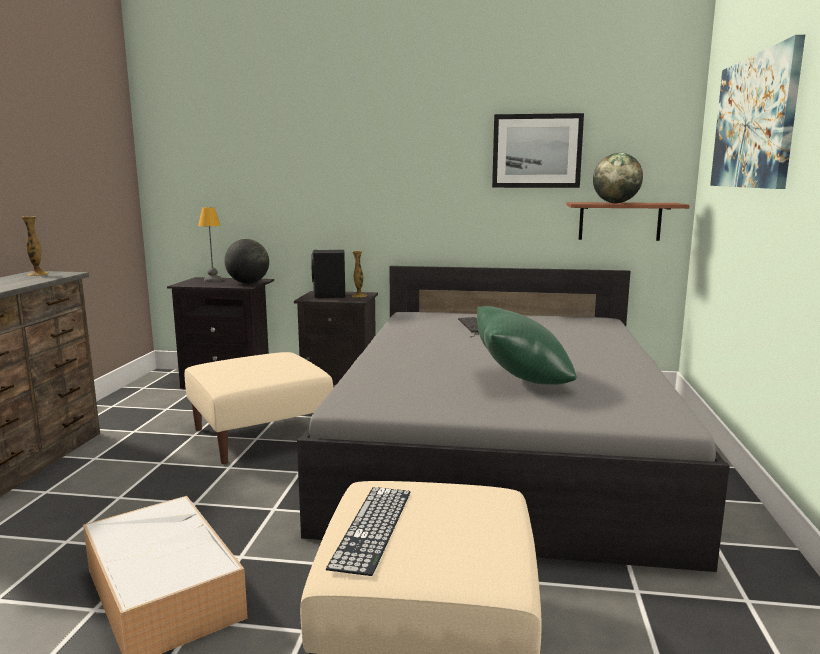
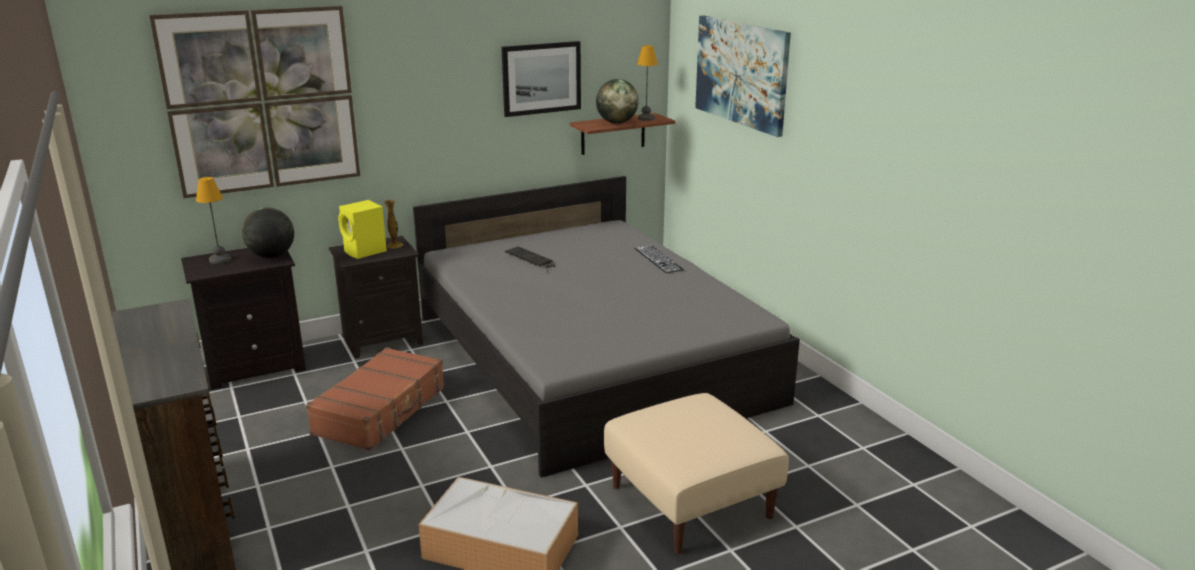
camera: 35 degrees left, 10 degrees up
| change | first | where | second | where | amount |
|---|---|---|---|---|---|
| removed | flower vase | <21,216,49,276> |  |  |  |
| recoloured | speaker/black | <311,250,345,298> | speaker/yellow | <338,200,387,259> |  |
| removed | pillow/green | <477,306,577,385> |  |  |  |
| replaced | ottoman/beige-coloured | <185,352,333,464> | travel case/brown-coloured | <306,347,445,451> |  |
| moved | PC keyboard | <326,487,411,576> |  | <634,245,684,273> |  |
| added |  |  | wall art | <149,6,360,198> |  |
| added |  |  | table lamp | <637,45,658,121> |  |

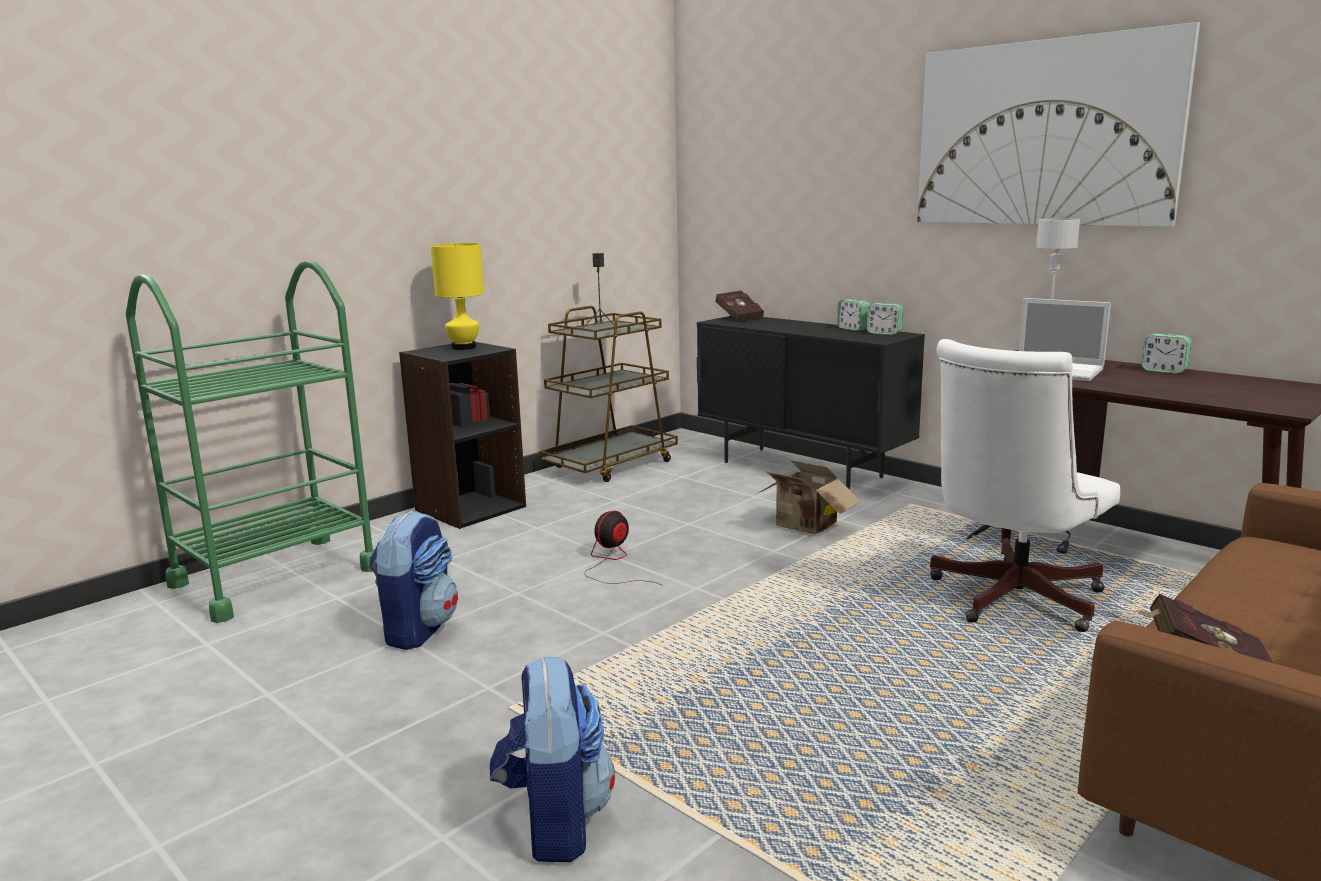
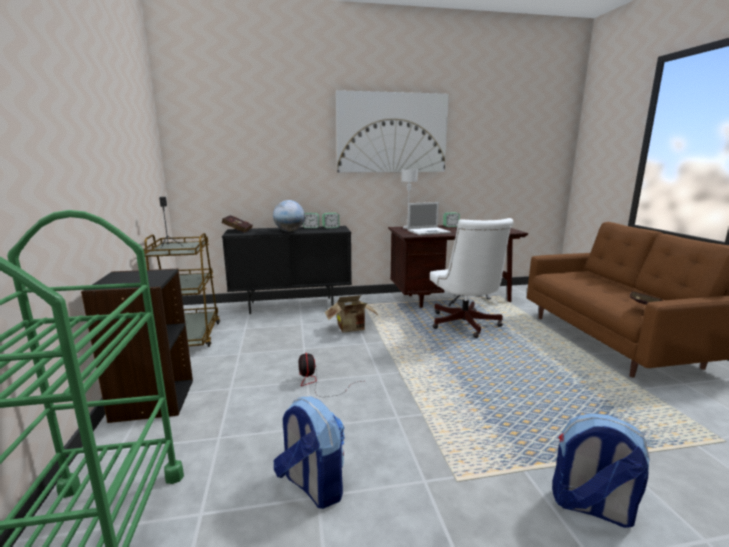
camera: 55 degrees left, 0 degrees up
| change | first | where | second | where | amount |
|---|---|---|---|---|---|
| removed | table lamp/yellow | <431,243,484,350> |  |  |  |
| added |  |  | globe | <273,200,305,232> |  |

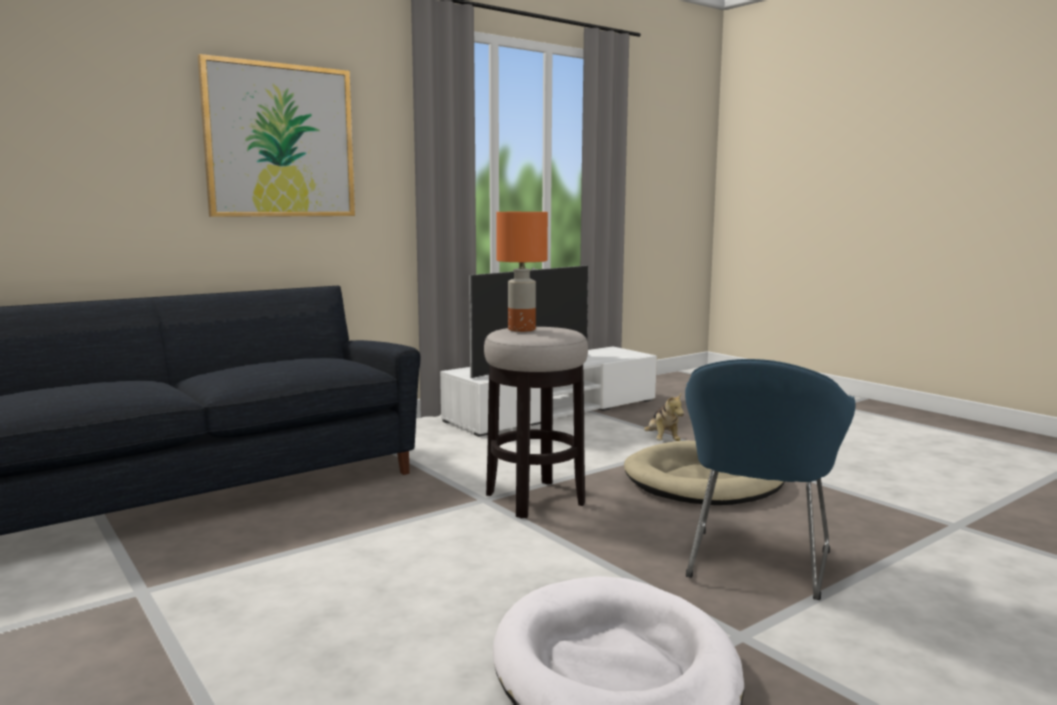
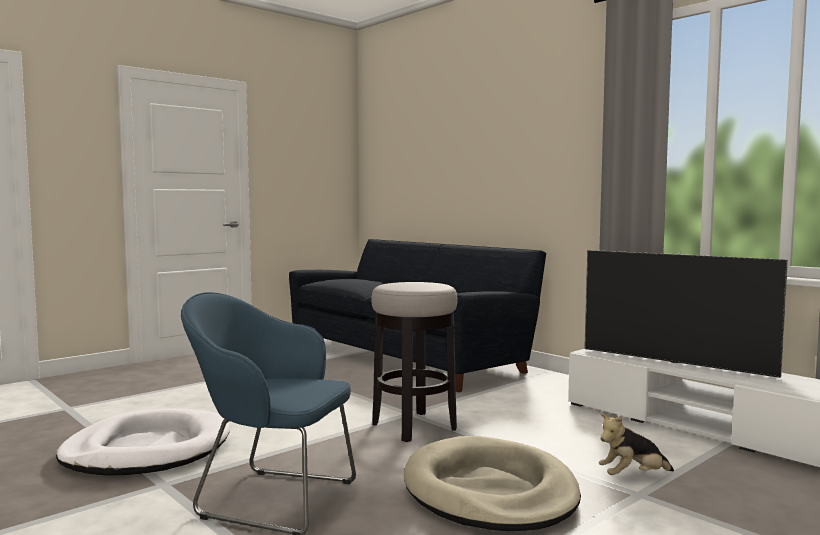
camera: 85 degrees right, 5 degrees down
| change | first | where | second | where | amount |
|---|---|---|---|---|---|
| removed | wall art | <198,54,355,217> |  |  |  |
| removed | table lamp/orange-coloured | <496,212,548,332> |  |  |  |

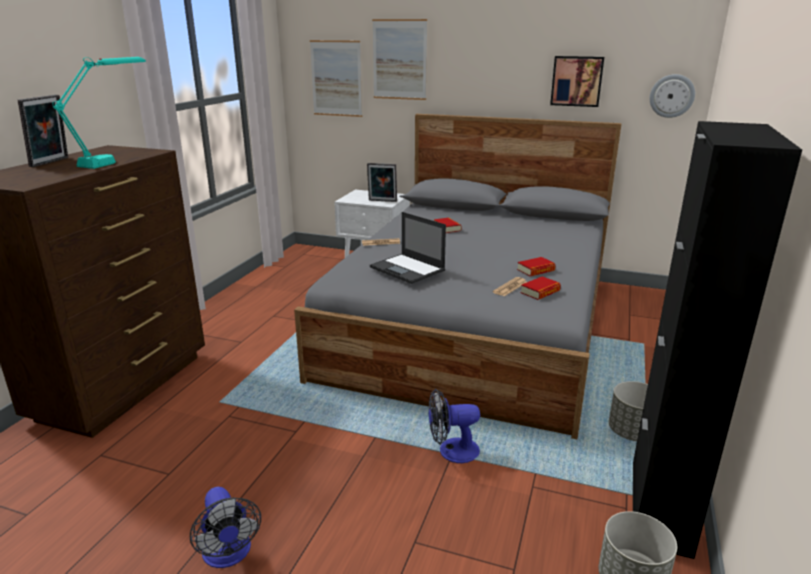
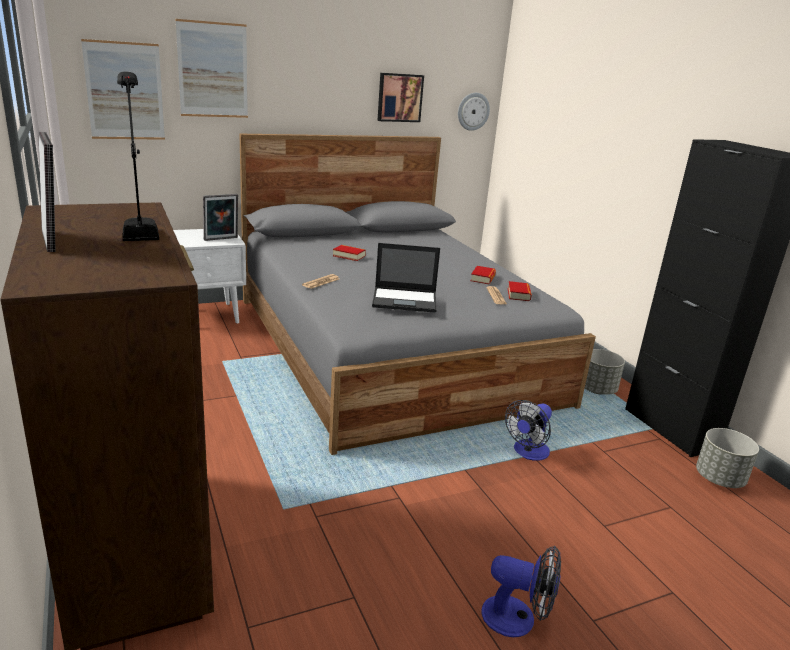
camera: 45 degrees left, 0 degrees up
| change | first | where | second | where | amount |
|---|---|---|---|---|---|
| recoloured | table lamp/turquoise-coloured | <53,57,146,169> | table lamp/black | <117,72,159,241> |  |

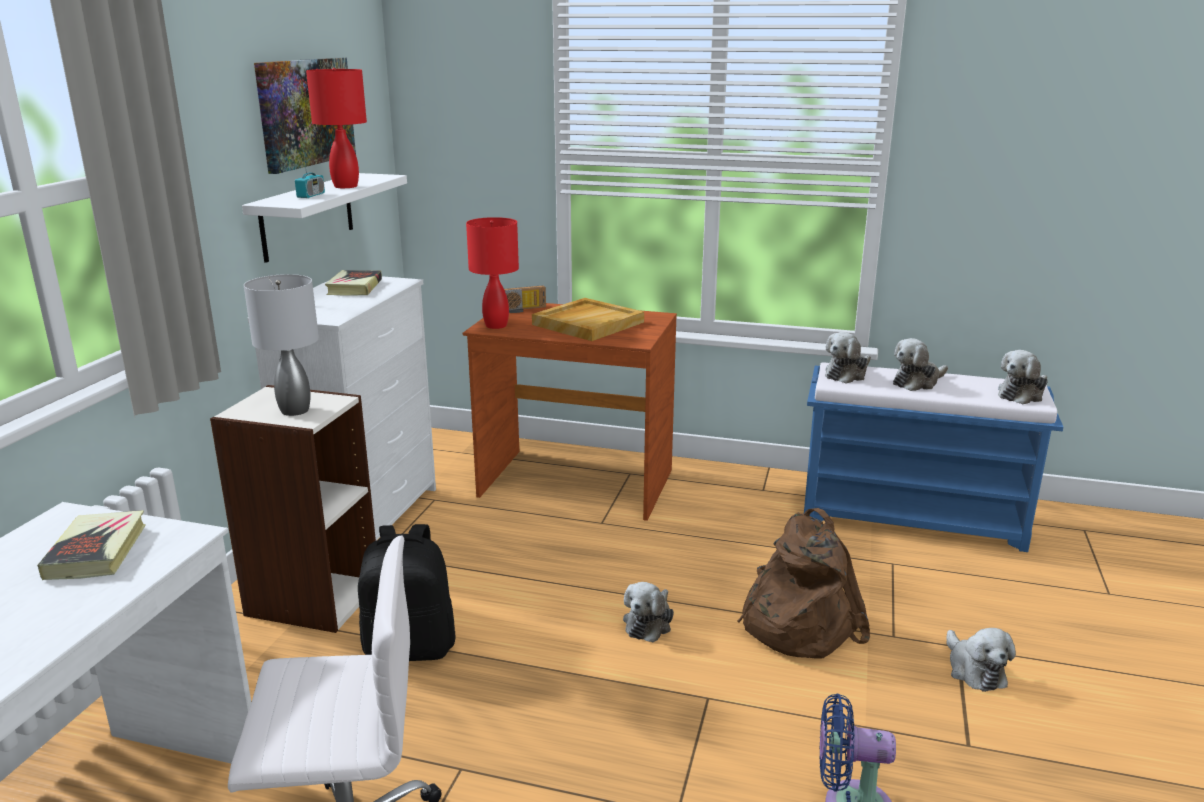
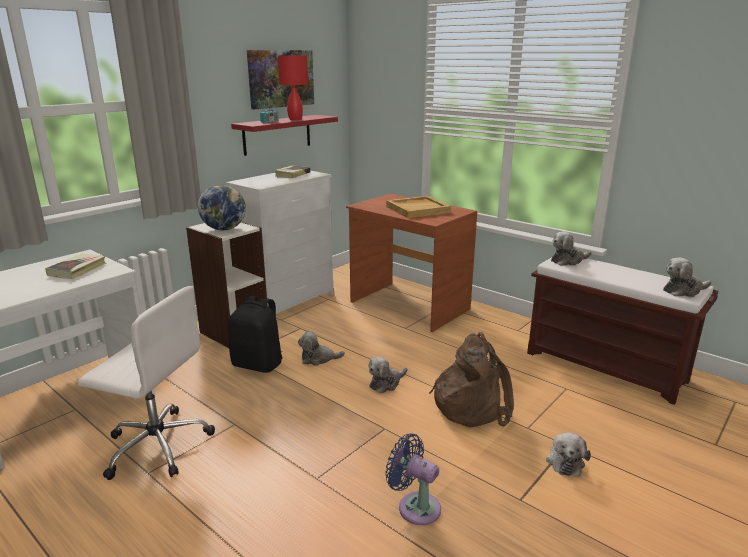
camera: 25 degrees right, 0 degrees up
| change | first | where | second | where | amount |
|---|---|---|---|---|---|
| recoloured | bracket shelf/white | <242,173,407,263> | bracket shelf/red-coloured | <231,115,338,156> |  |
| removed | table lamp/red-coloured | <466,217,519,329> |  |  |  |
| replaced | table lamp/greyish | <244,274,319,416> | globe | <198,184,246,230> |  |
| removed | radio | <504,285,546,313> |  |  |  |
| moved | soft toy | <893,338,948,391> |  | <298,331,345,366> |  |
| recoloured | indoor bench/bluish | <804,362,1063,552> | indoor bench/brown-coloured | <527,257,718,405> |  |

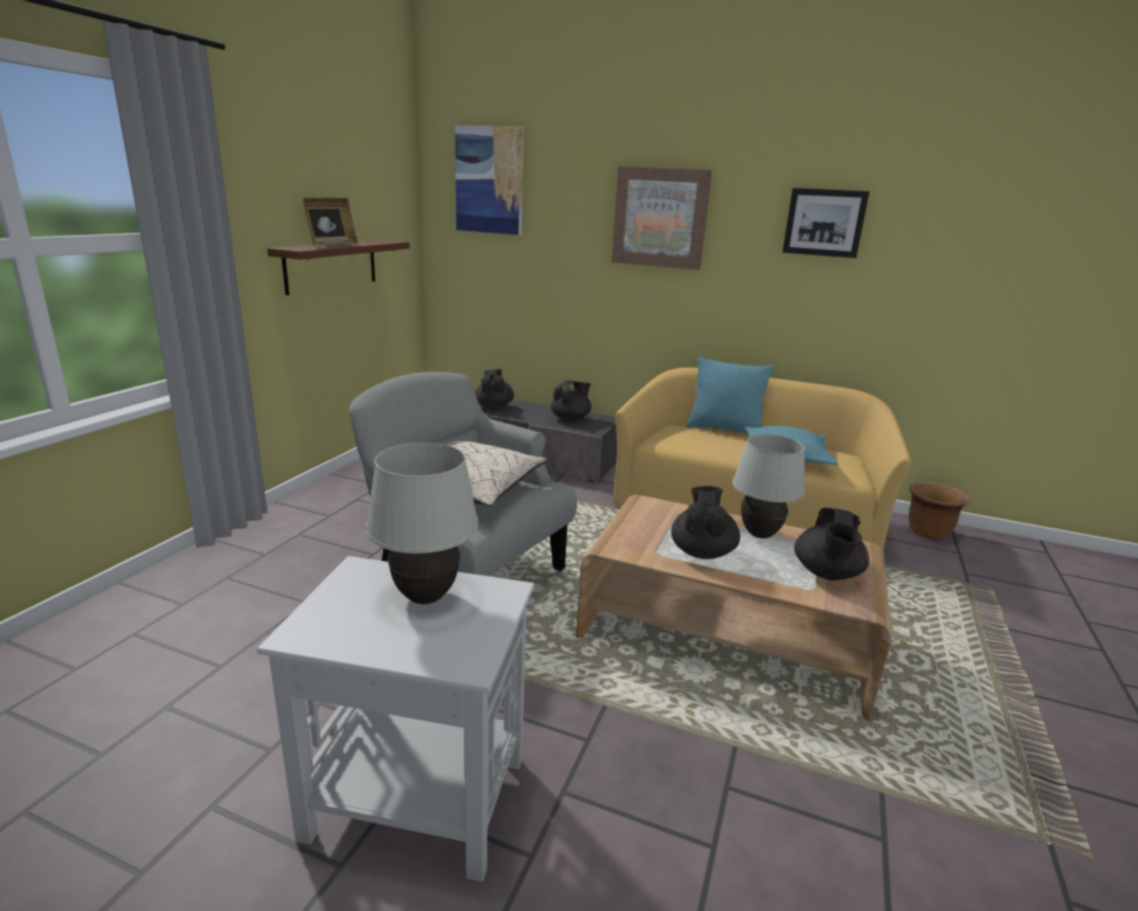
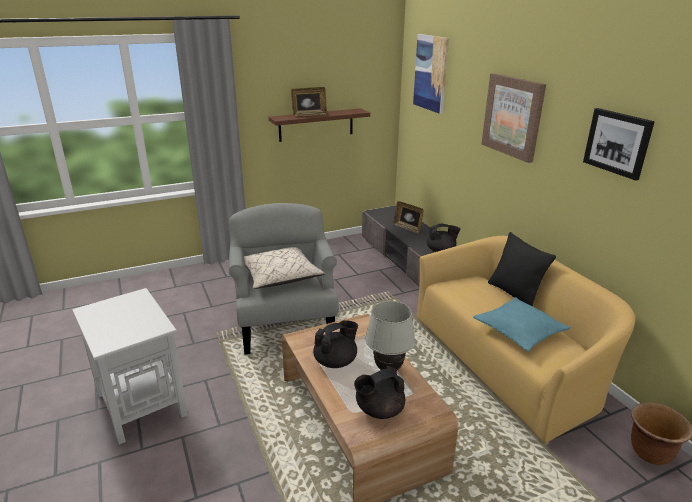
camera: 45 degrees right, 5 degrees up
| change | first | where | second | where | amount |
|---|---|---|---|---|---|
| recoloured | pillow/turquoise-coloured | <687,357,774,435> | pillow/black | <488,232,556,306> |  |
| replaced | pot for tea/black | <475,369,514,409> | standing frame | <393,201,424,234> |  |
| removed | table lamp/white | <366,443,479,604> |  |  |  |

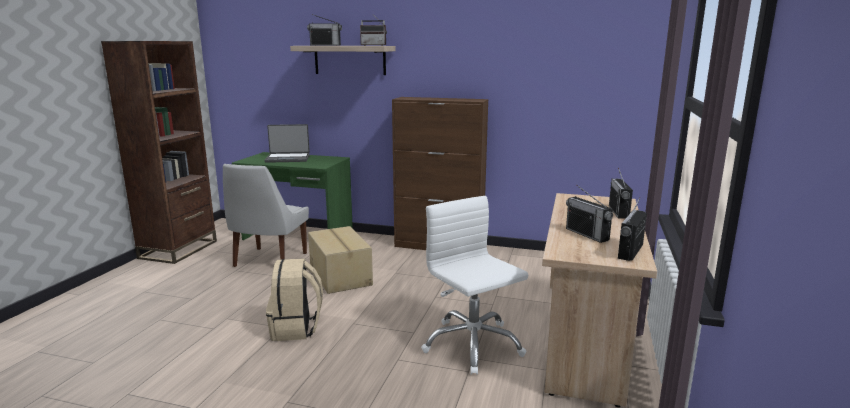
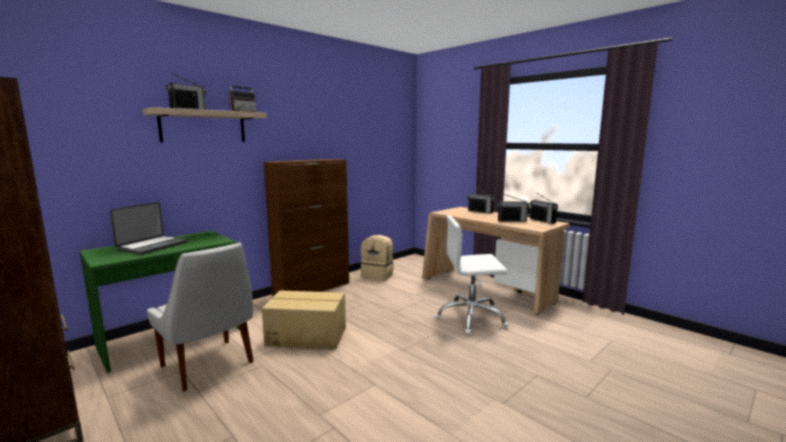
camera: 60 degrees left, 5 degrees down
| change | first | where | second | where | amount |
|---|---|---|---|---|---|
| moved | backpack/beige-coloured | <266,258,323,341> |  | <360,235,394,281> |  |

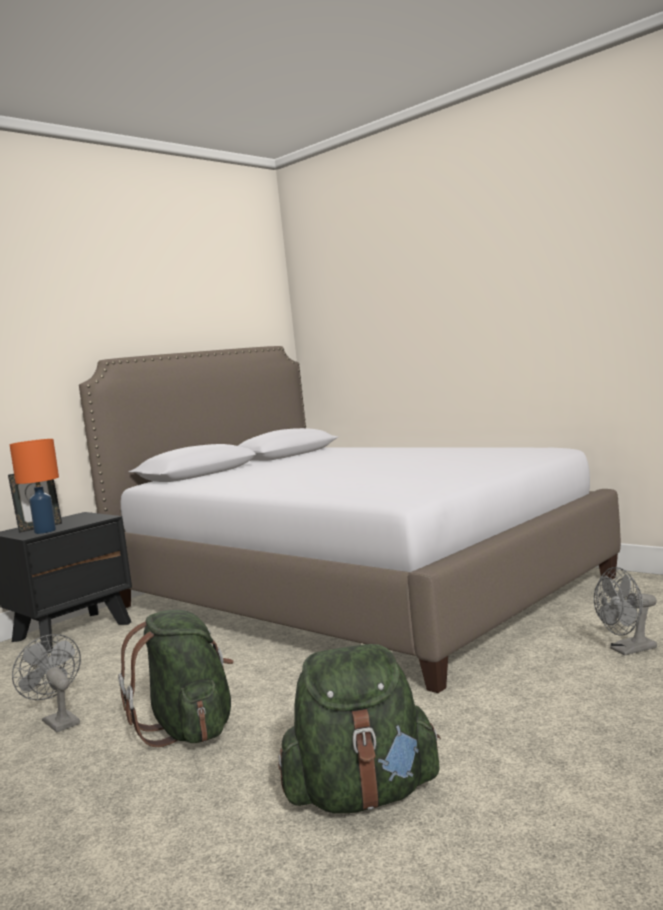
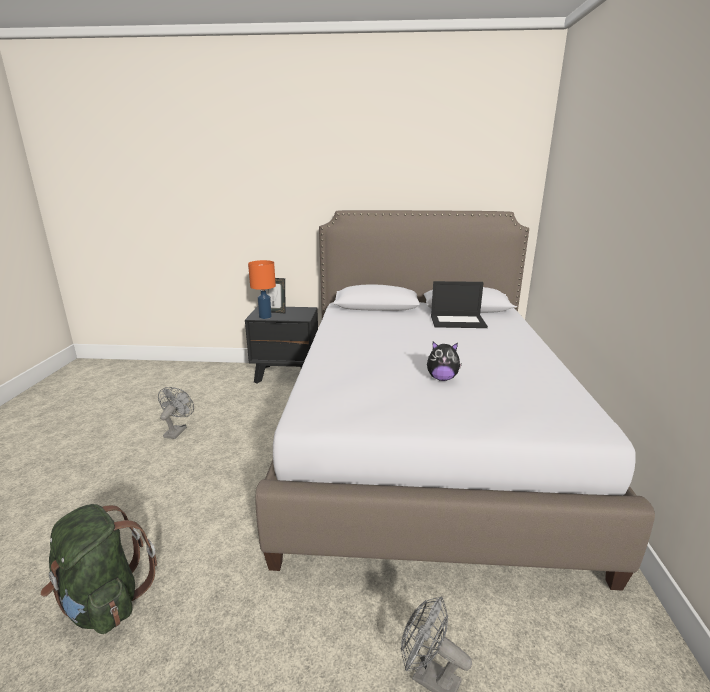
camera: 50 degrees right, 15 degrees up
| change | first | where | second | where | amount |
|---|---|---|---|---|---|
| removed | backpack/green | <118,610,233,747> |  |  |  |
| added |  |  | notebook computer | <431,281,488,328> |  |
| added |  |  | soft toy | <427,342,462,381> |  |

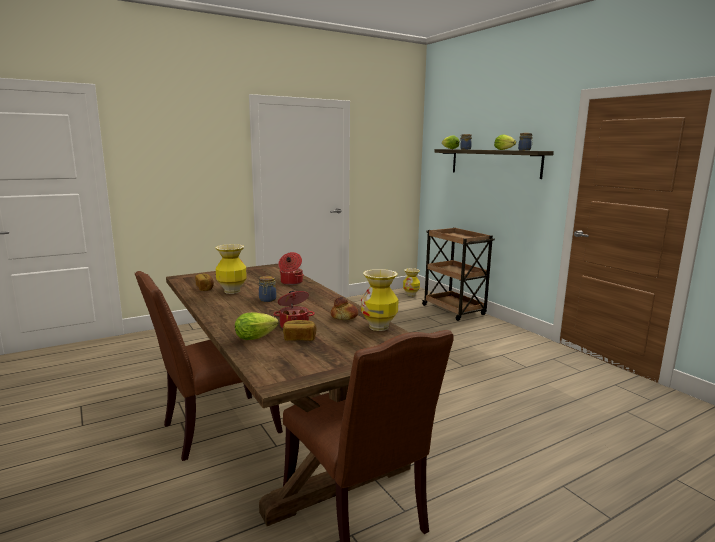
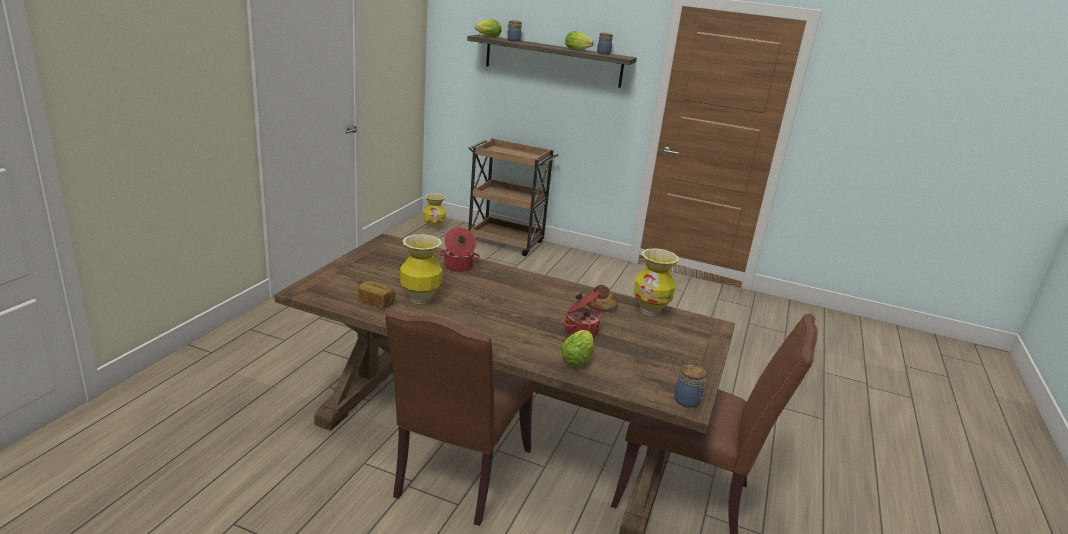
camera: 40 degrees left, 10 degrees up
| change | first | where | second | where | amount |
|---|---|---|---|---|---|
| moved | storage jar | <259,276,276,302> |  | <674,364,707,408> |  |
| removed | baked bread | <283,320,317,341> |  |  |  |

